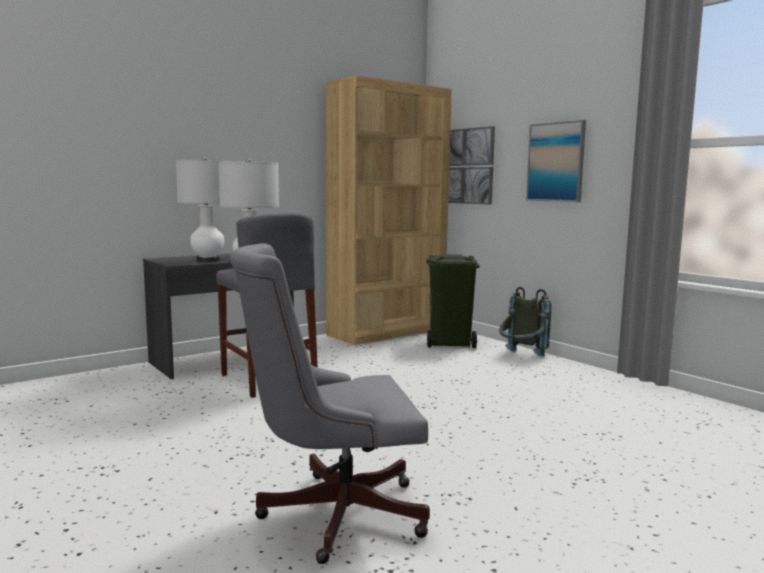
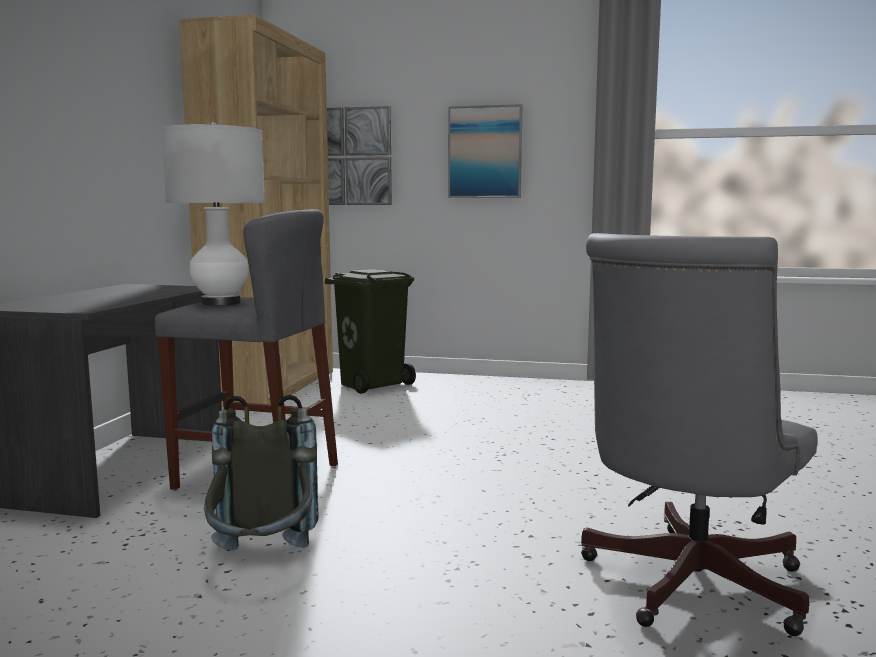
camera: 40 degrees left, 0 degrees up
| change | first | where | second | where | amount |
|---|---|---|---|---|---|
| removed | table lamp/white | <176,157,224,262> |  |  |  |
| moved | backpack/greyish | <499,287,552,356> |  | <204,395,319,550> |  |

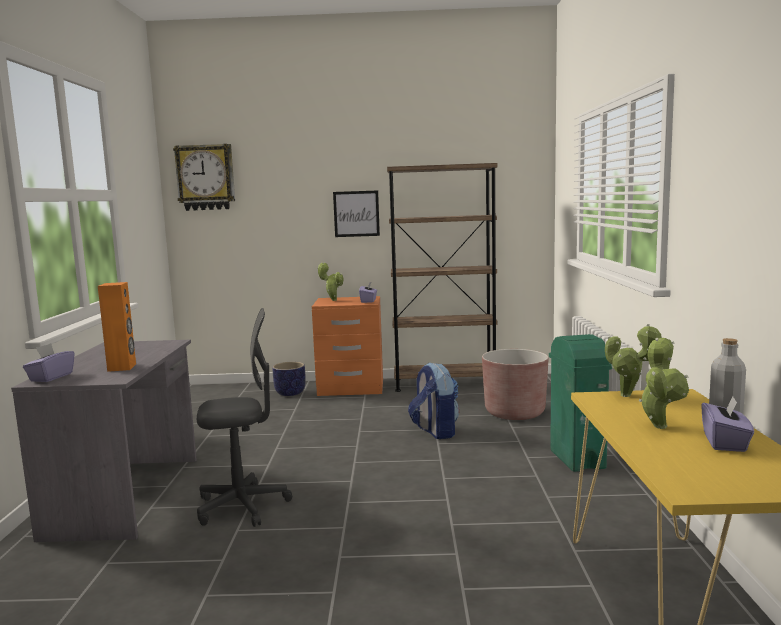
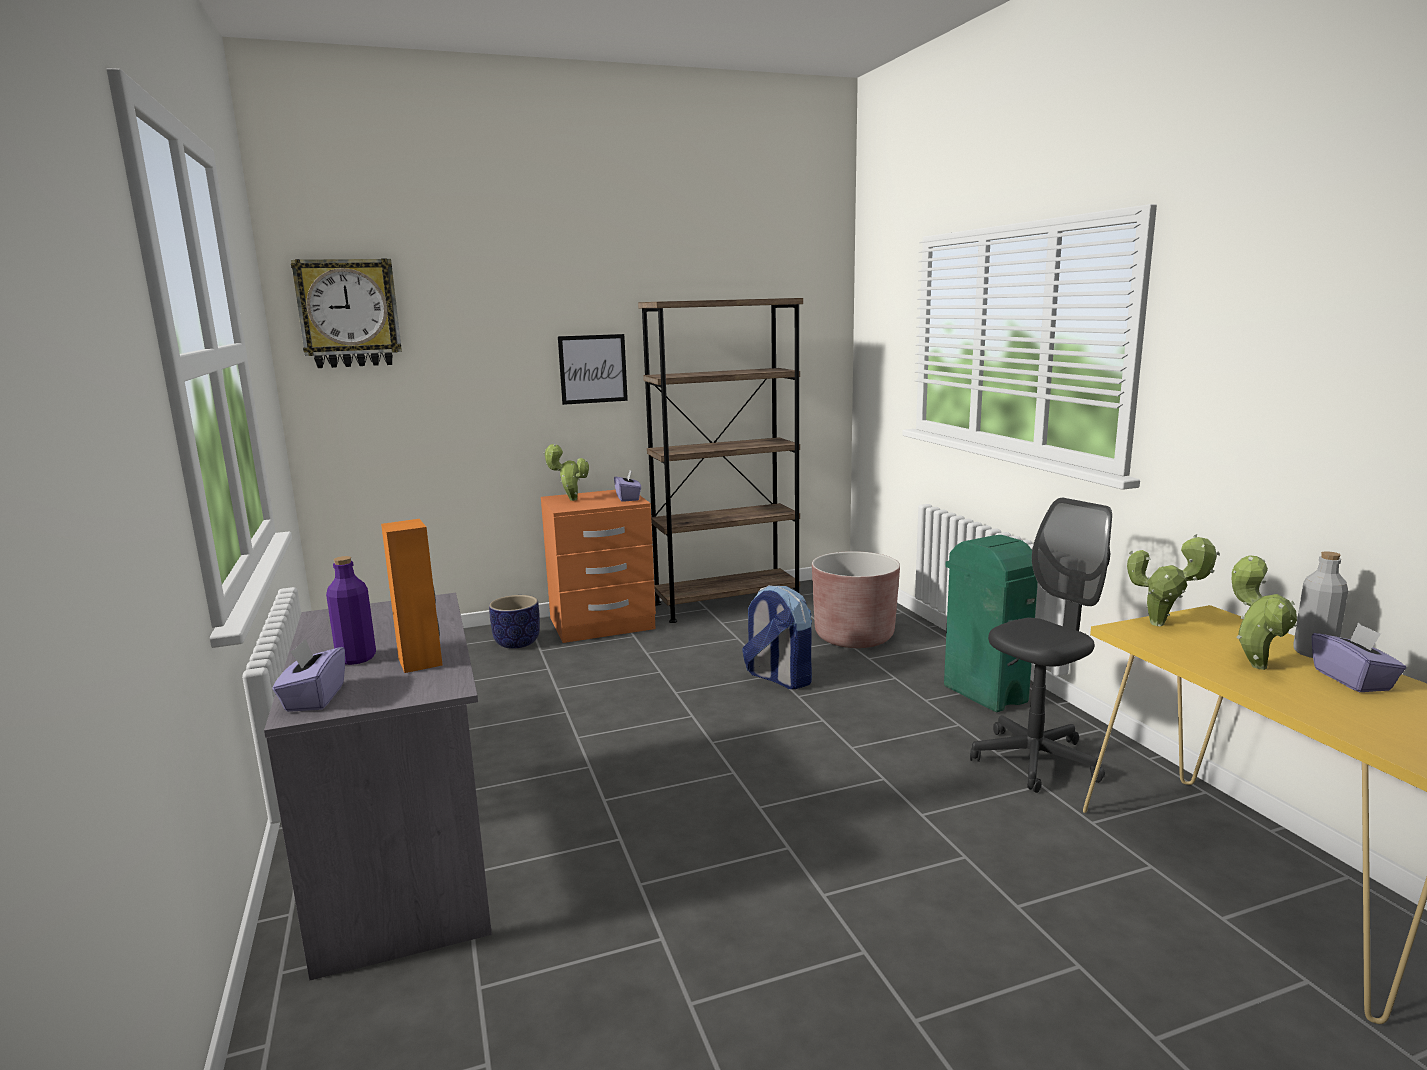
camera: 20 degrees left, 5 degrees up
| change | first | where | second | where | amount |
|---|---|---|---|---|---|
| moved | desk chair/greyish | <197,308,292,527> |  | <970,498,1112,793> |  |
| added |  |  | drink bottle/purplish | <326,556,376,665> |  |

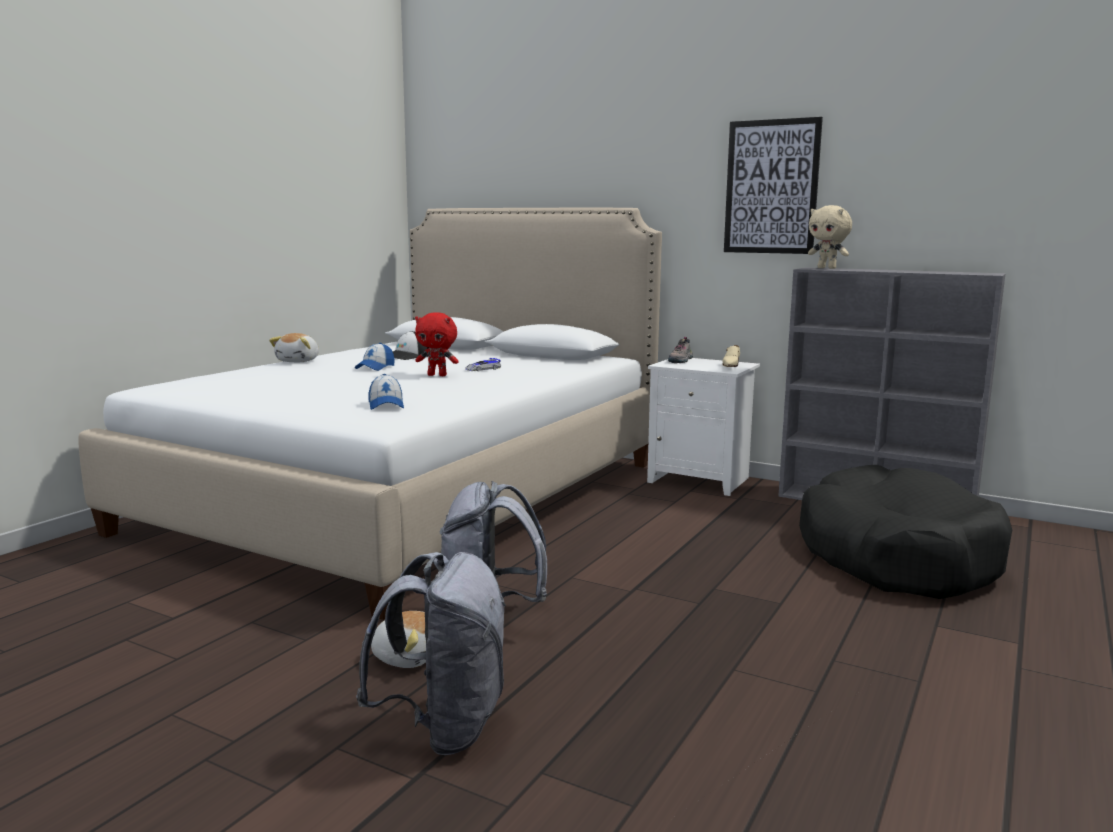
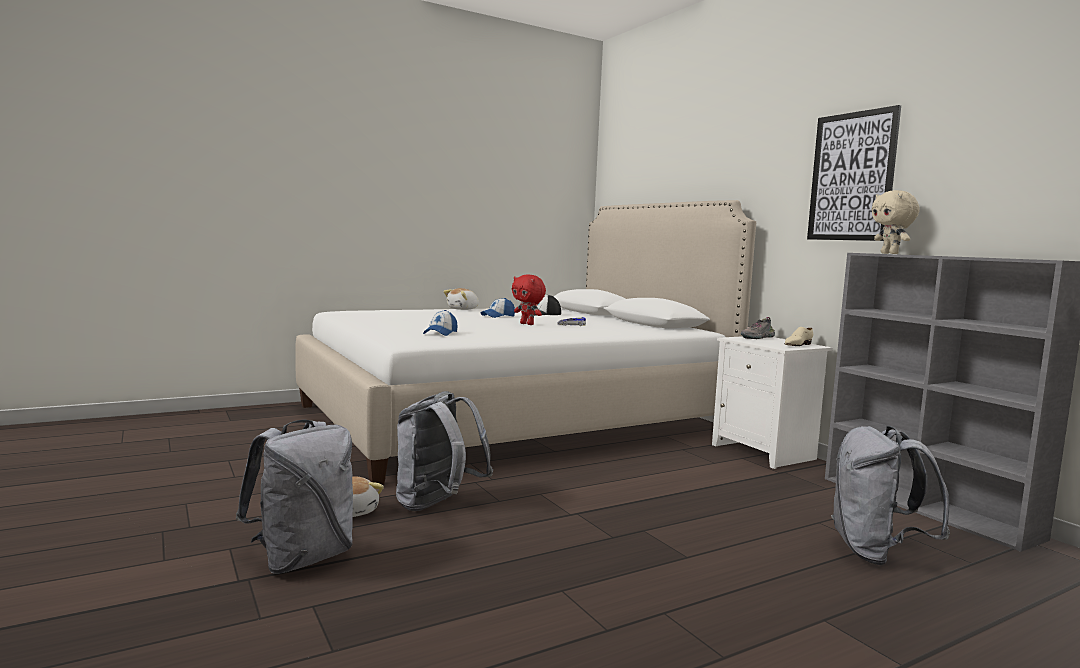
camera: 30 degrees right, 5 degrees down
| change | first | where | second | where | amount |
|---|---|---|---|---|---|
| replaced | dog cushion/black | <799,465,1012,599> | backpack/greyish | <831,426,950,565> |  |

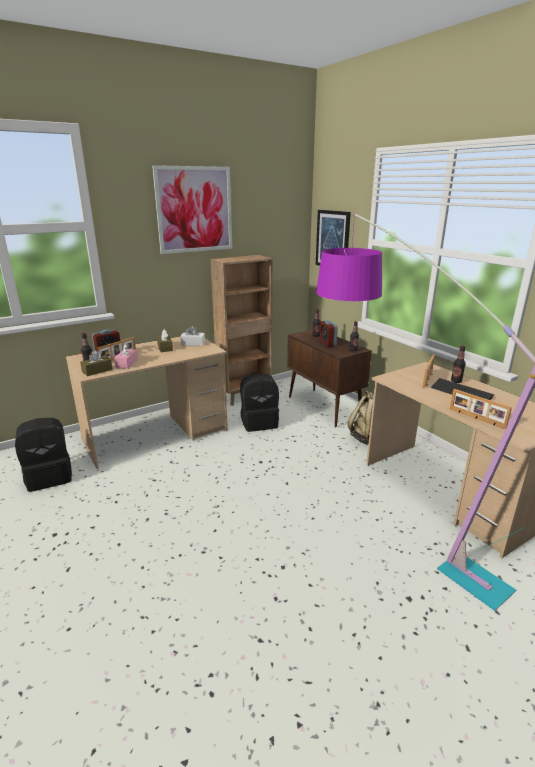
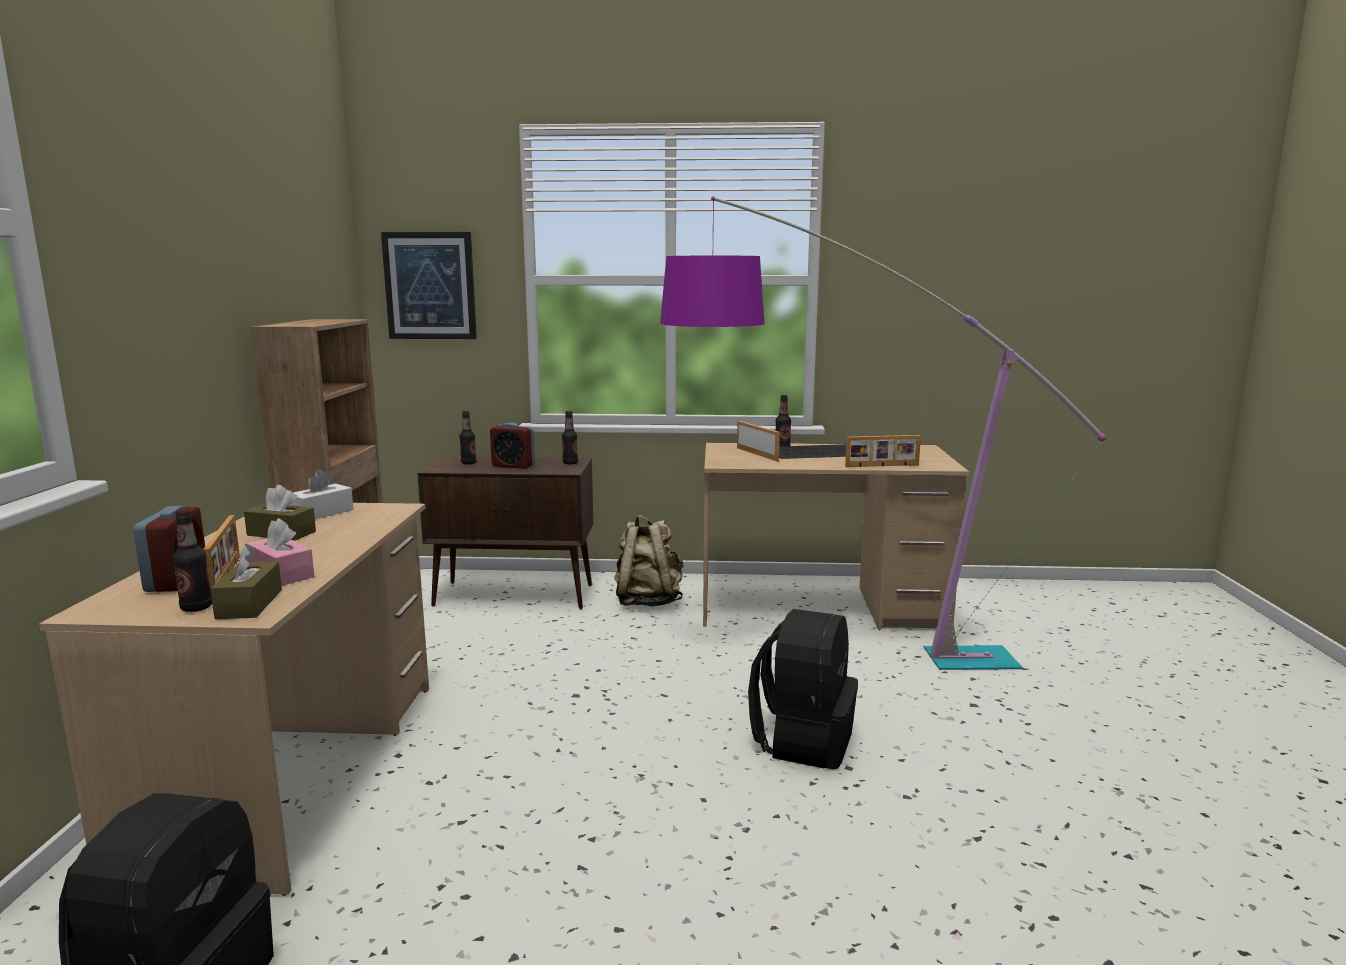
camera: 55 degrees left, 10 degrees down
| change | first | where | second | where | amount |
|---|---|---|---|---|---|
| removed | wall art | <152,165,232,254> |  |  |  |
| moved | backpack/black | <240,374,280,432> |  | <748,609,858,769> |  |

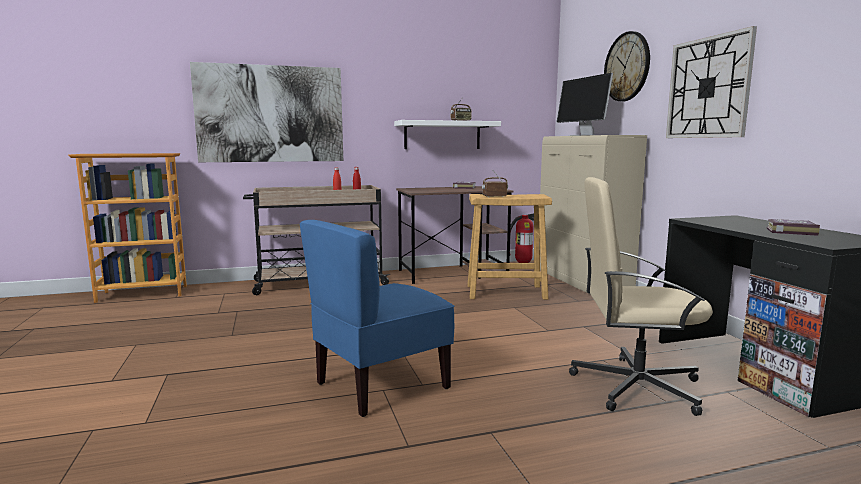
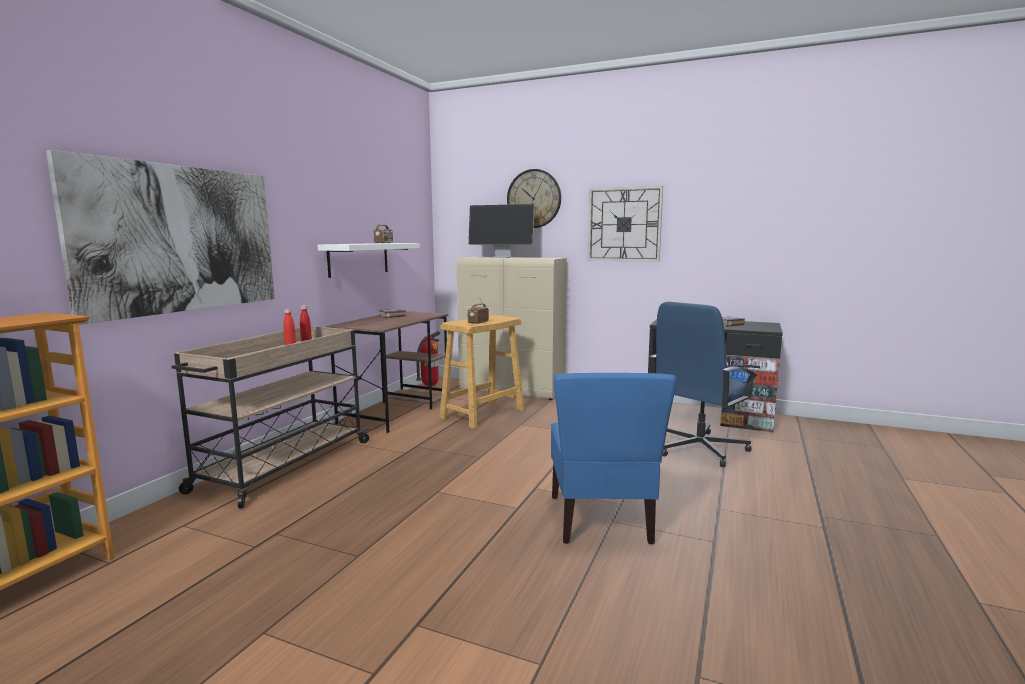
camera: 50 degrees left, 0 degrees up
| change | first | where | second | where | amount |
|---|---|---|---|---|---|
| recoloured | desk chair/beige-coloured | <569,177,713,416> | desk chair/bluish | <649,302,757,467> |  |

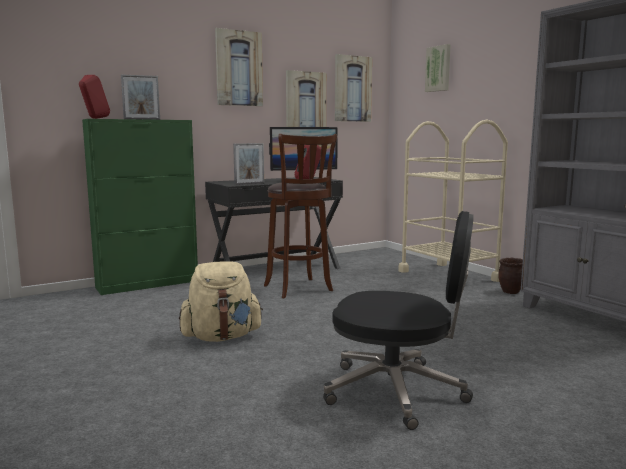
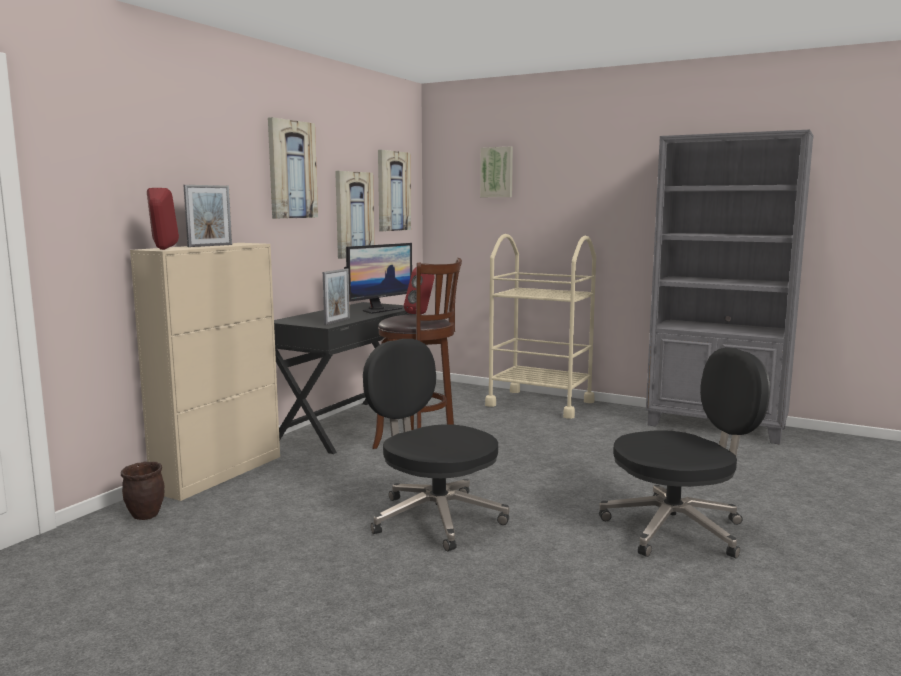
camera: 30 degrees left, 0 degrees up
| change | first | where | second | where | amount |
|---|---|---|---|---|---|
| recoloured | storage cabinet/green | <82,119,198,295> | storage cabinet/beige-coloured | <130,243,280,501> |  |
| moved | flower pot/brown-coloured | <498,258,523,294> |  | <121,462,164,520> |  |
| replaced | backpack/beige-coloured | <179,261,263,342> | desk chair/black | <363,339,509,551> |  |

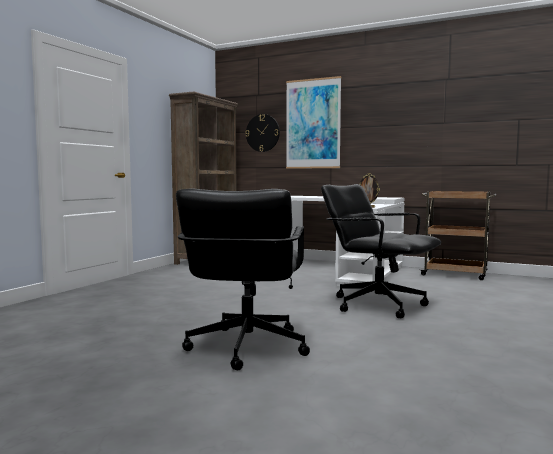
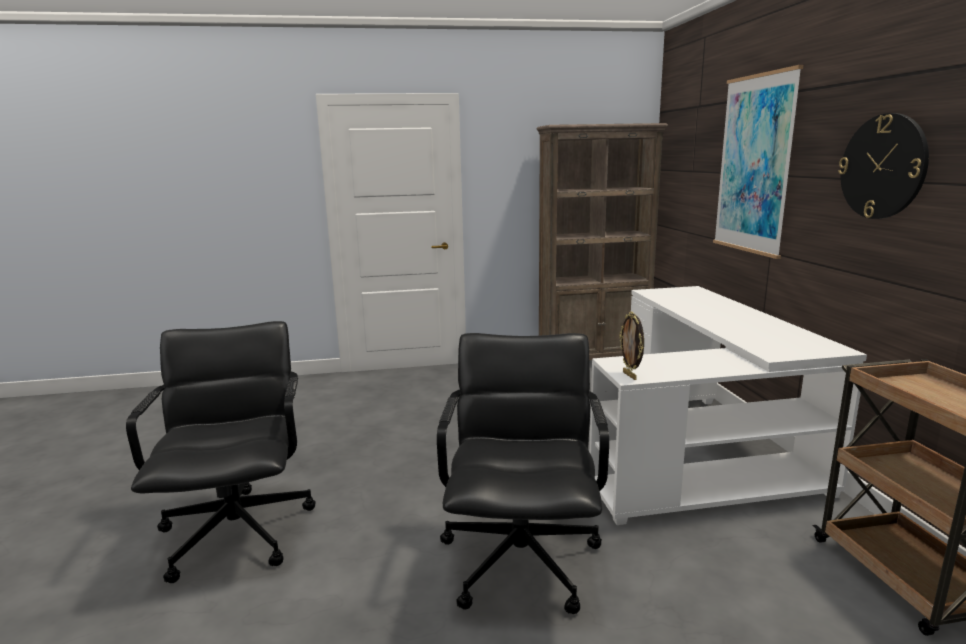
camera: 55 degrees right, 10 degrees up
| change | first | where | second | where | amount |
|---|---|---|---|---|---|
| moved | clock on the wall | <246,114,280,152> |  | <838,113,929,219> |  |
| turned | desk chair/black | <176,188,310,370> |  | <126,321,316,583> | 105 degrees clockwise |

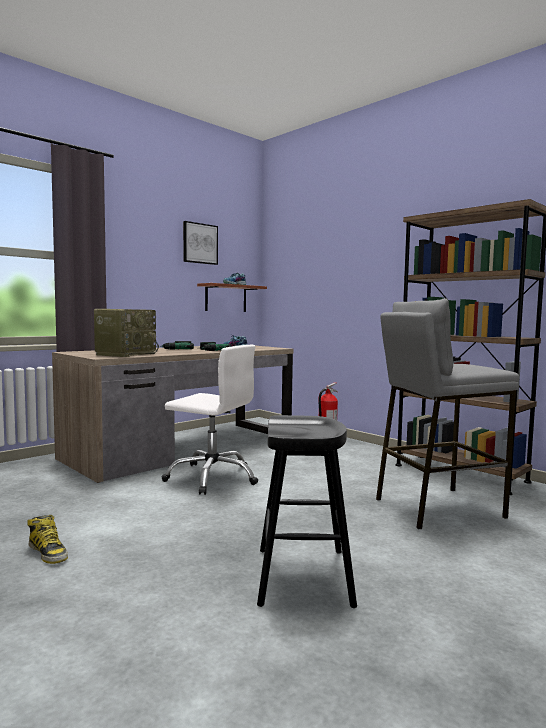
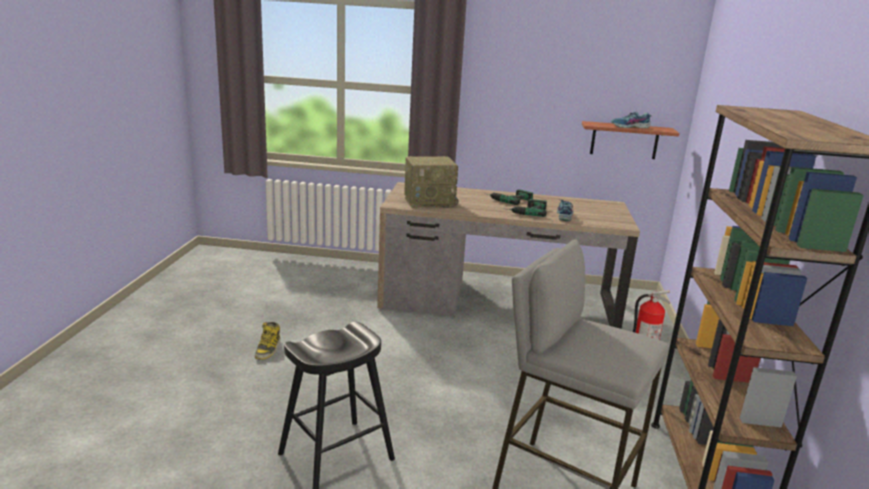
camera: 50 degrees right, 15 degrees up
| change | first | where | second | where | amount |
|---|---|---|---|---|---|
| removed | wall art | <183,221,218,265> |  |  |  |
| removed | desk chair/white | <162,345,258,495> |  |  |  |

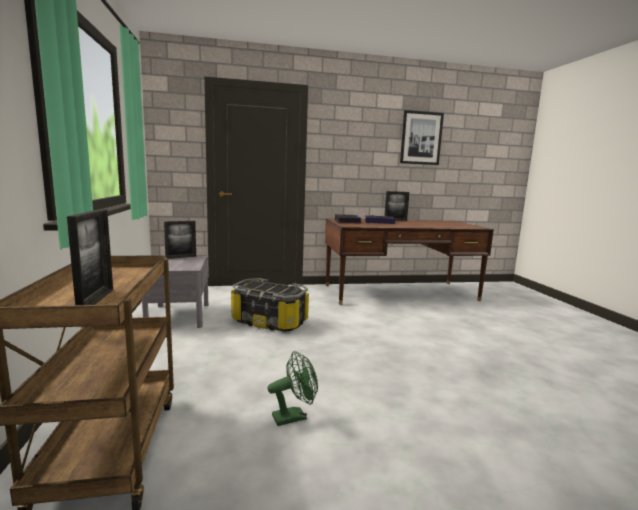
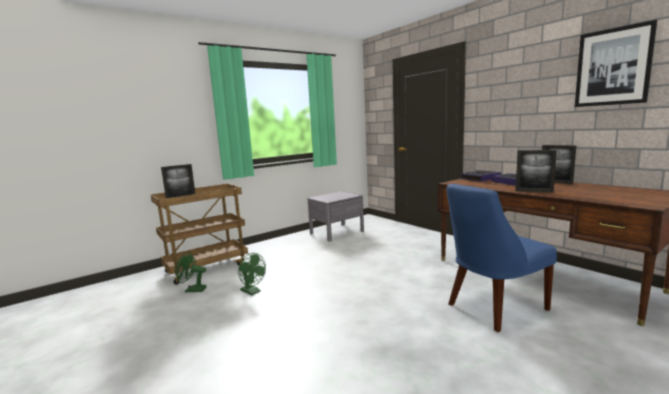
camera: 65 degrees right, 0 degrees up
| change | first | where | second | where | amount |
|---|---|---|---|---|---|
| moved | standing frame | <164,221,196,259> |  | <516,150,557,193> |  |
| removed | storage bin | <231,278,309,332> |  |  |  |
| added |  |  | plain chair/bluish | <447,184,557,332> |  |
| added |  |  | fan/green | <175,252,206,292> |  |

